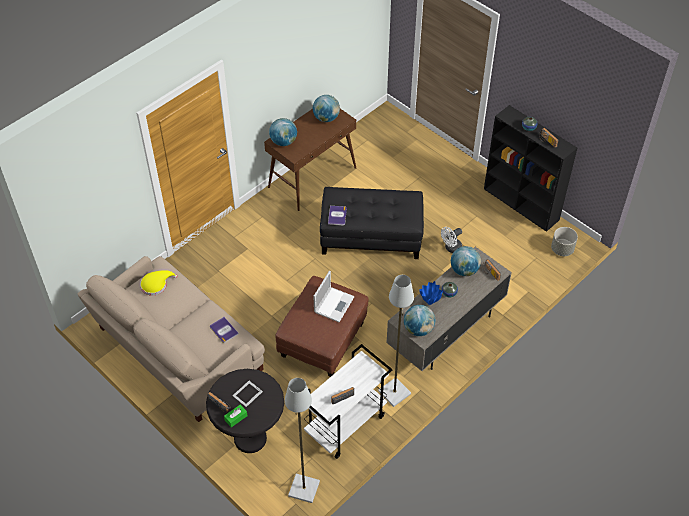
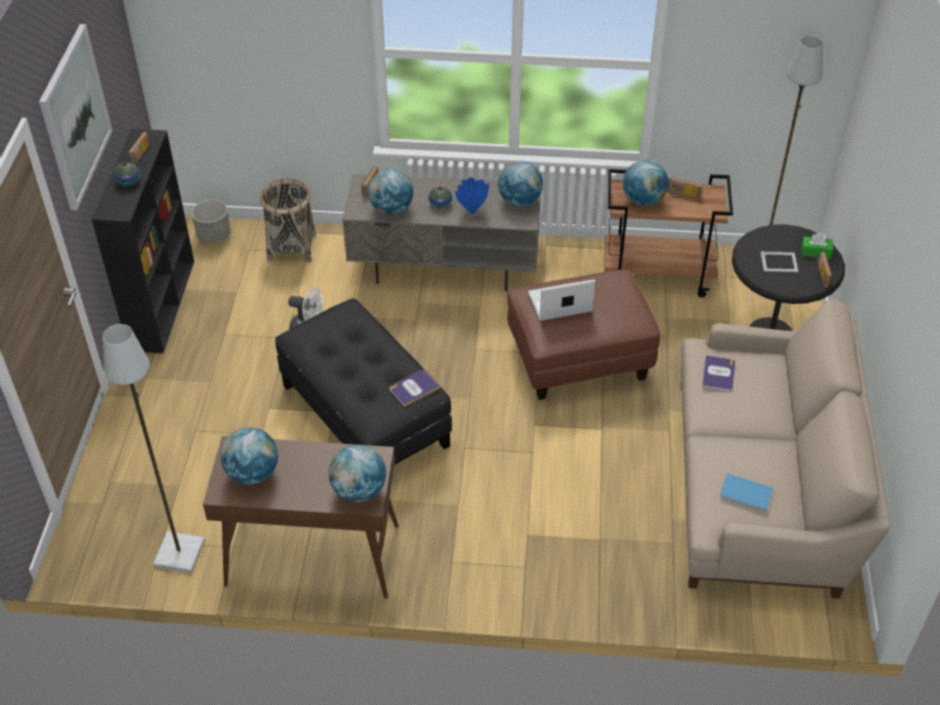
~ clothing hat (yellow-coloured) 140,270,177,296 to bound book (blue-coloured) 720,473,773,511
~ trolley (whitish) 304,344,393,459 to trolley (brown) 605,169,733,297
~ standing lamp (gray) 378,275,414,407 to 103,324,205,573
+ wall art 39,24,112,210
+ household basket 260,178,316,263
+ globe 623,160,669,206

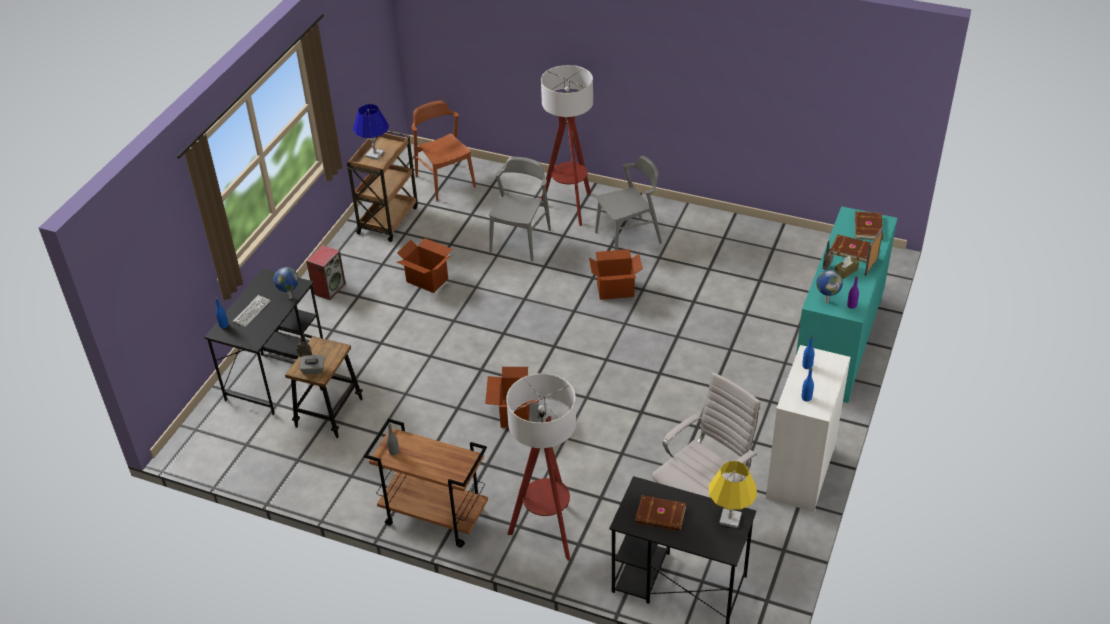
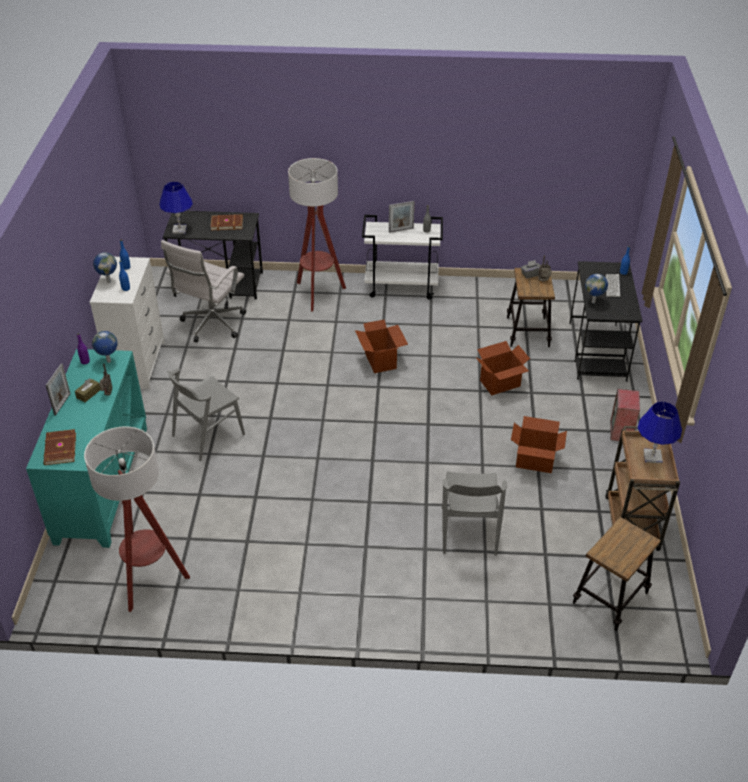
~ trolley (brown) 364,419,488,548 to trolley (whitish) 362,215,443,300
~ upright chair (brown) 411,100,476,202 to sitting stool 573,517,661,631
~ standing lamp 541,65,593,226 to 84,426,190,612
~ cardboard box 589,249,643,300 to 476,341,530,395
~ upright chair (gray) 595,155,662,250 to 167,368,245,461
~ table lamp (yellow-coloured) 709,461,757,528 to table lamp (blue-coloured) 159,182,193,234
- bound book (brown) 831,234,871,263
+ globe 93,252,117,283
+ picture frame 389,201,414,233

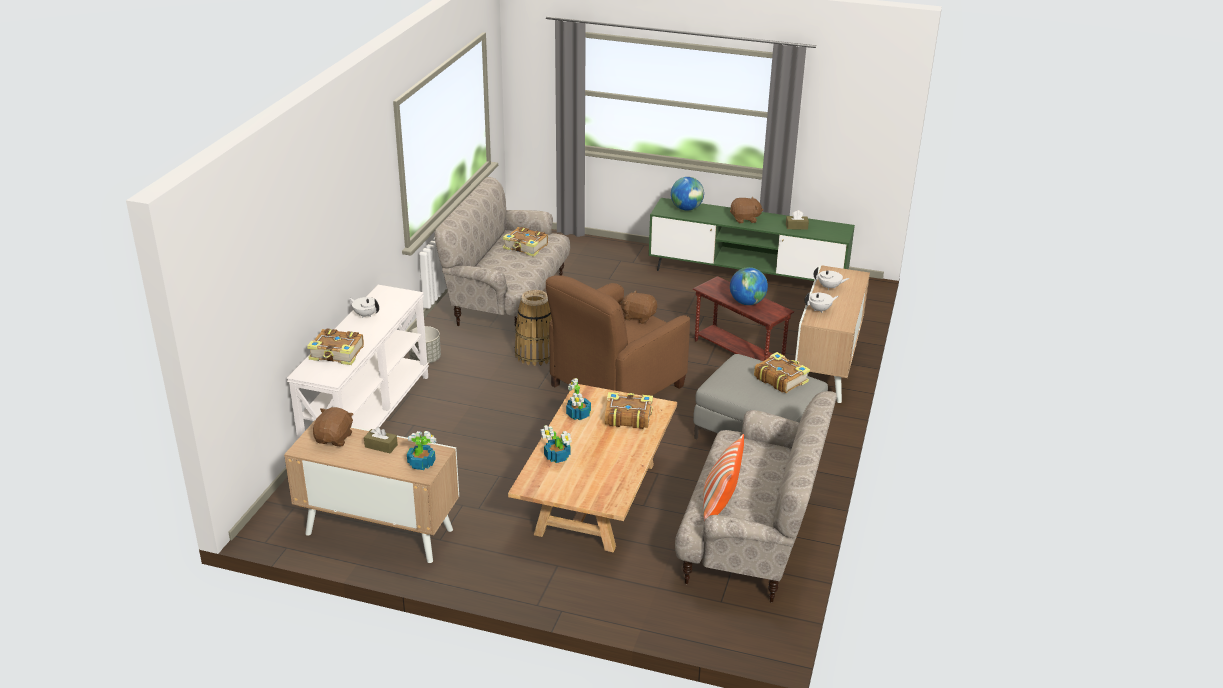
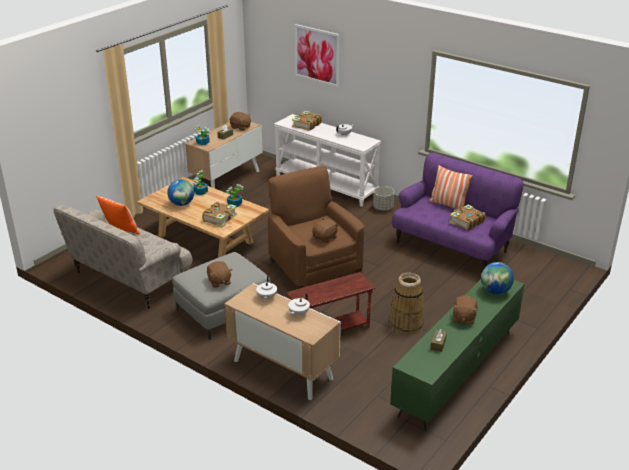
~ sofa (sand-coloured) 435,177,570,327 to sofa (purple) 392,153,524,271
~ household basket 514,290,552,366 to 389,273,424,334
~ globe 730,267,768,305 to 167,179,194,206
~ bound book 754,352,810,393 to cuddly toy (brown) 207,261,232,288
+ wall art 294,24,340,87
+ throw pillow 429,165,473,209

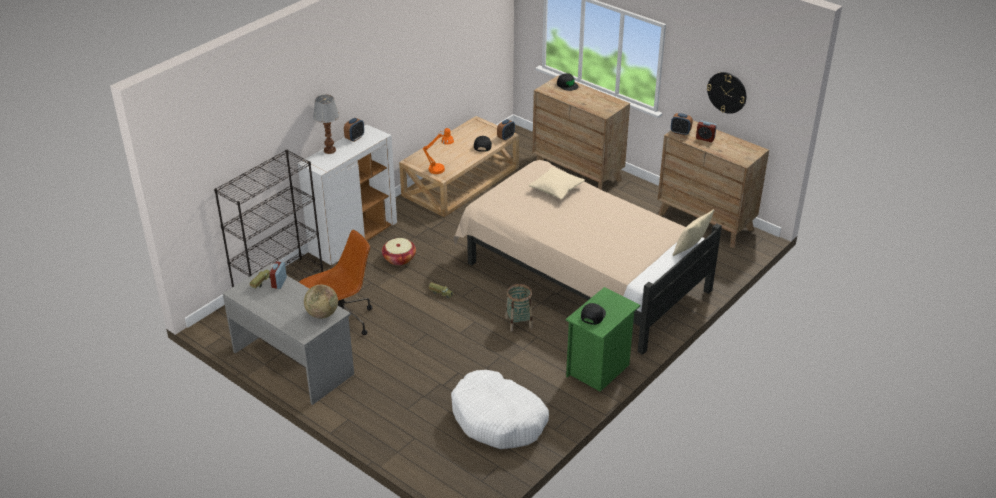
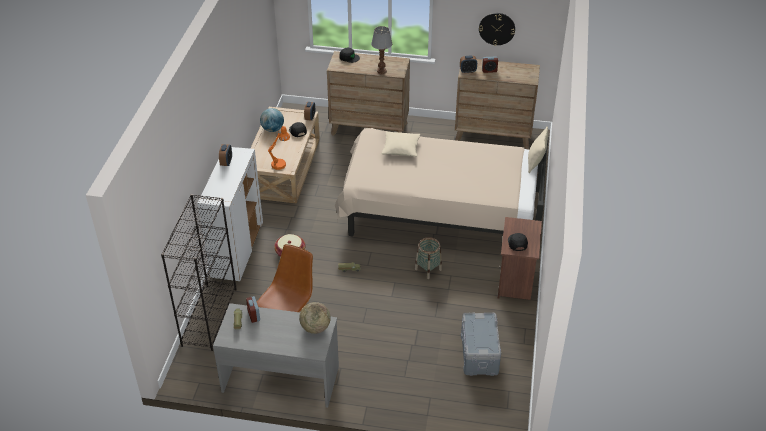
~ table lamp 313,94,340,154 to 371,26,392,74
~ dog bed (whitish) 451,370,549,449 to storage container (gray) 461,313,501,376
~ bedside table (greenish) 566,287,640,392 to bedside table (brown) 498,217,542,300
+ globe 260,108,284,132

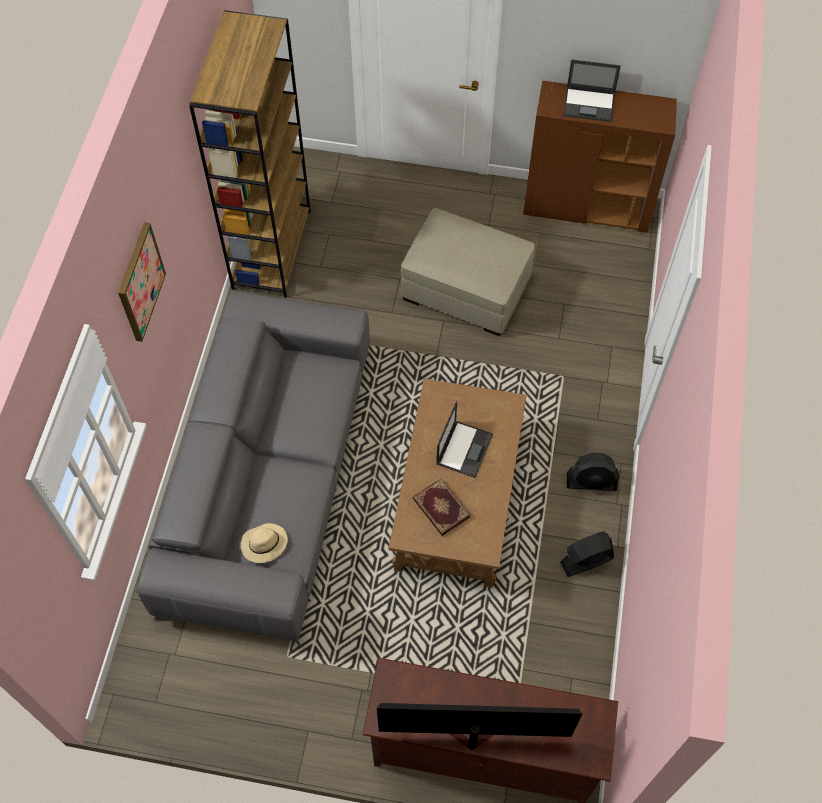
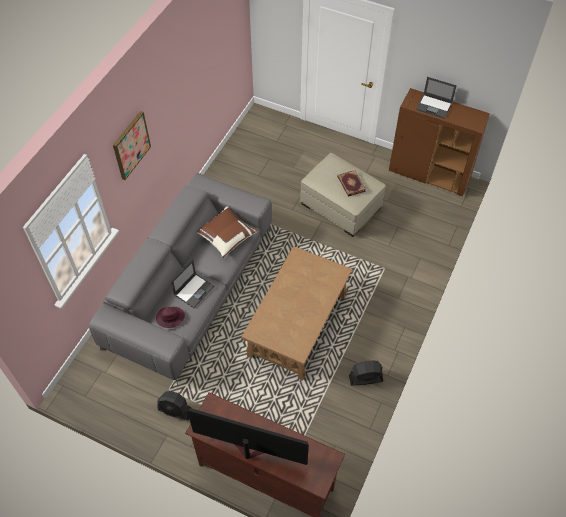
- bookcase (brown) 189,10,311,298
~ clothing hat (sand-coloured) 241,523,288,563 to clothing hat (purple) 156,307,185,328
~ bound book 413,478,470,536 to 337,170,366,197
~ portable computer 436,401,493,478 to 171,260,214,308
~ fan (black) 567,453,619,491 to 157,391,191,420
+ throw pillow (brown) 197,207,258,258

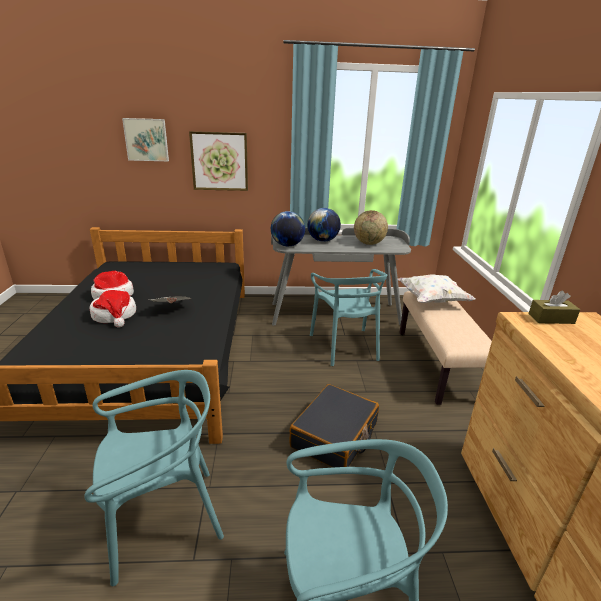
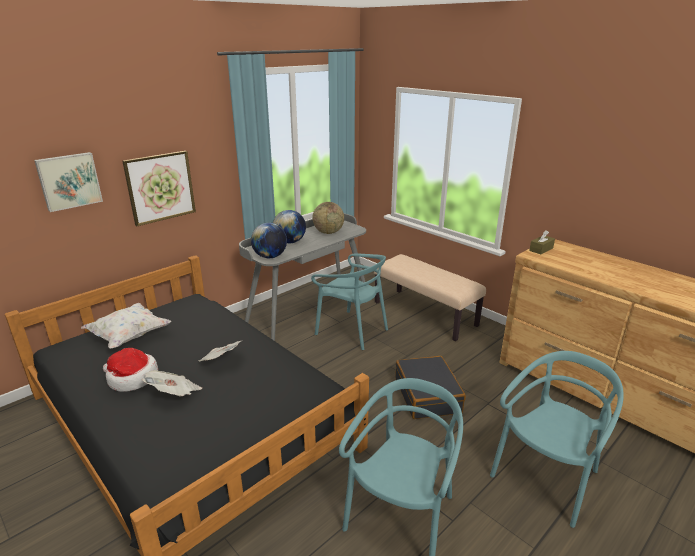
~ clothing hat 90,290,136,328 to printed paper 142,370,202,396
~ throw pillow (whitish) 397,274,475,303 to 81,303,171,348

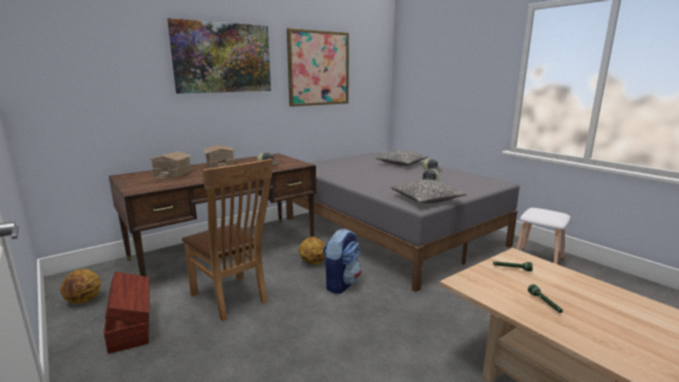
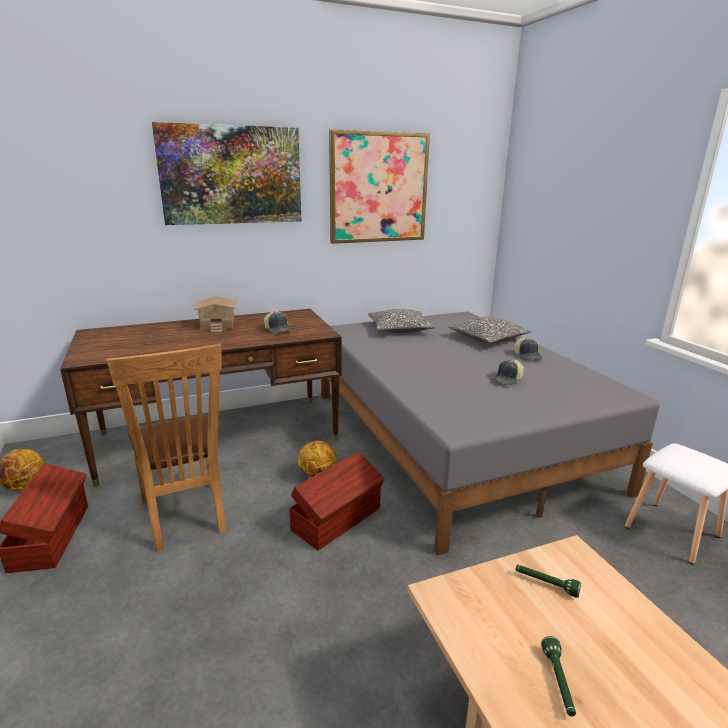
- toy house 149,151,192,180
~ knapsack 323,229,361,294 to storage container (brown) 289,451,385,550
~ throw pillow 390,180,467,203 to 368,309,435,333

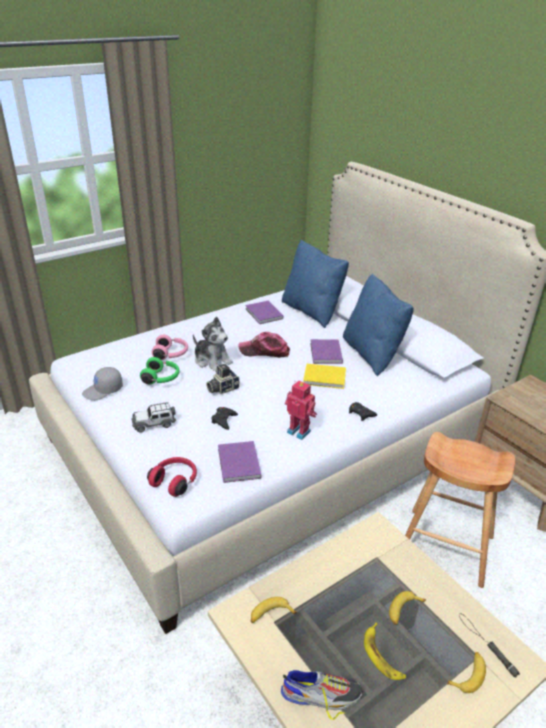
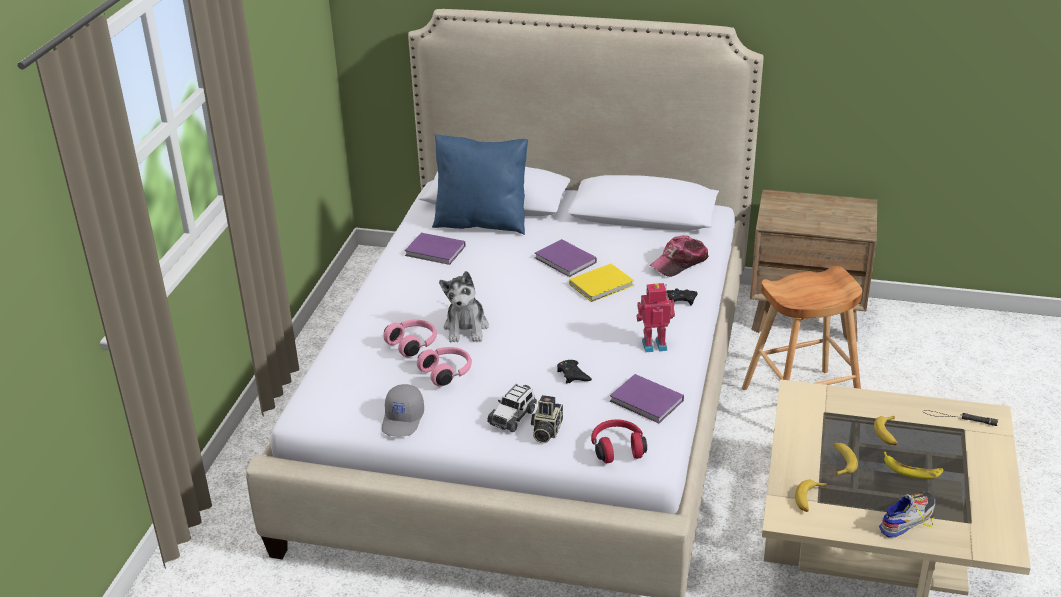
~ headphones (greenish) 140,357,180,384 to headphones (pink-coloured) 417,347,472,386
~ cuddly toy 193,316,233,372 = 439,271,489,342 90 degrees clockwise
~ photo camera 206,364,240,394 to 531,395,563,443
~ peaked cap 238,332,290,358 to 649,235,709,277
- throw pillow (blue-coloured) 343,274,414,376
~ banana fruit 447,652,486,693 to 834,443,858,475

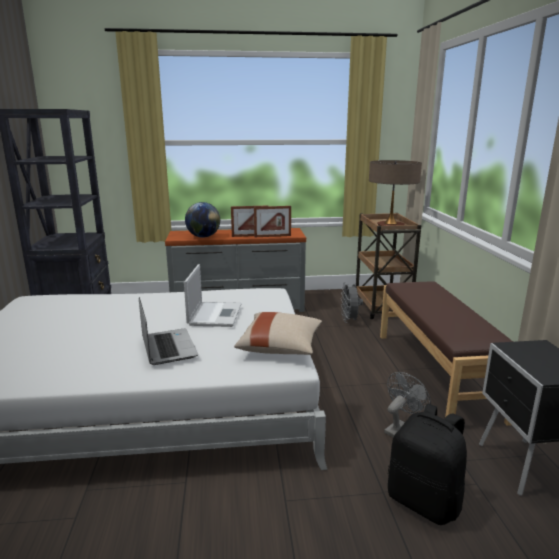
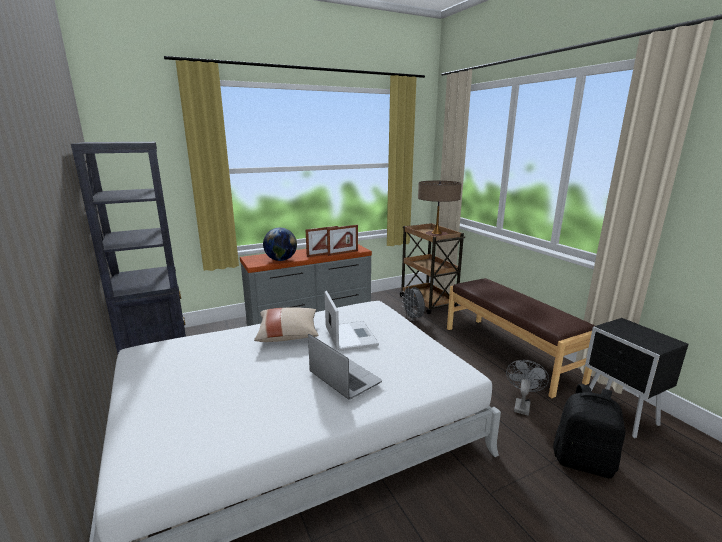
~ throw pillow (sand-coloured) 234,312,322,355 to 254,307,319,342

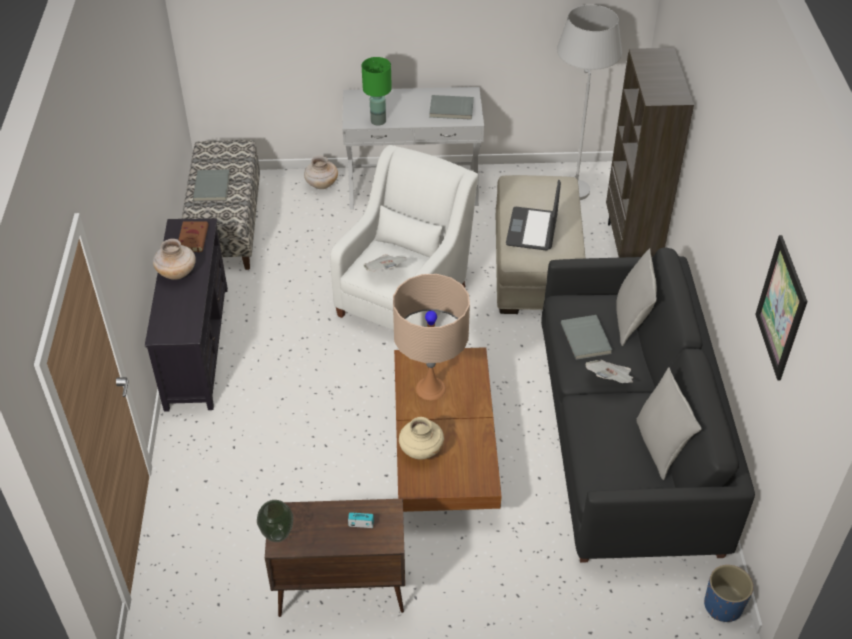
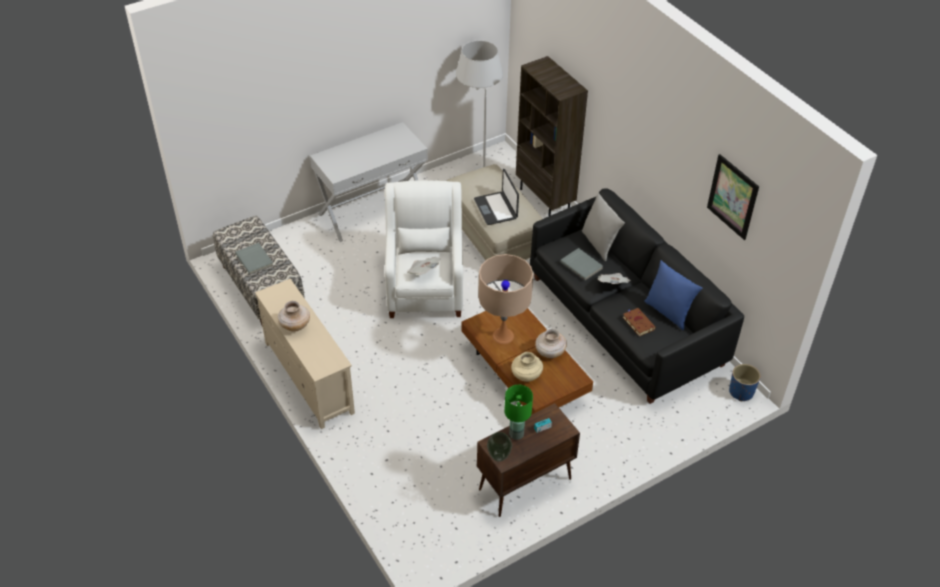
~ tv unit (black) 145,218,228,412 to tv unit (sand-coloured) 255,279,355,429
~ bound book (brown) 179,221,209,252 to 623,308,656,336
~ flower vase (sand-coloured) 304,156,338,189 to 535,329,567,358
~ table lamp (greenish) 362,57,392,126 to 504,385,533,440
- bound book (gray) 429,95,474,120
~ throw pillow (gray) 637,367,702,480 to throw pillow (blue-coloured) 644,260,702,330

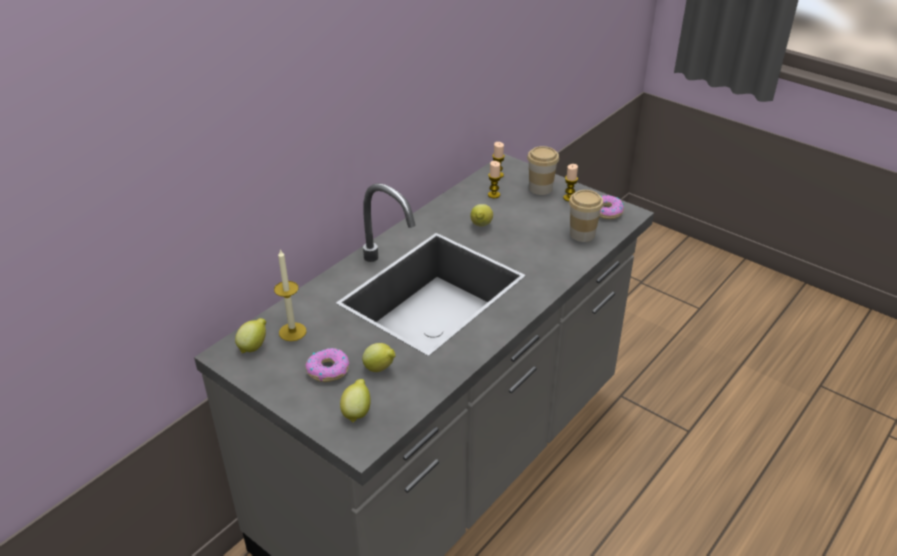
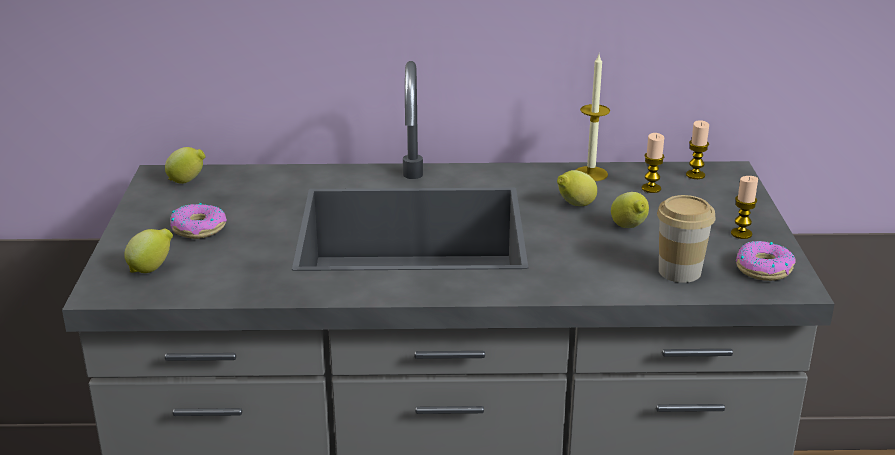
~ wax candle 274,249,306,341 to 576,54,610,181
~ lemon 362,343,396,372 to 611,192,649,228
- small cup 527,146,559,195

